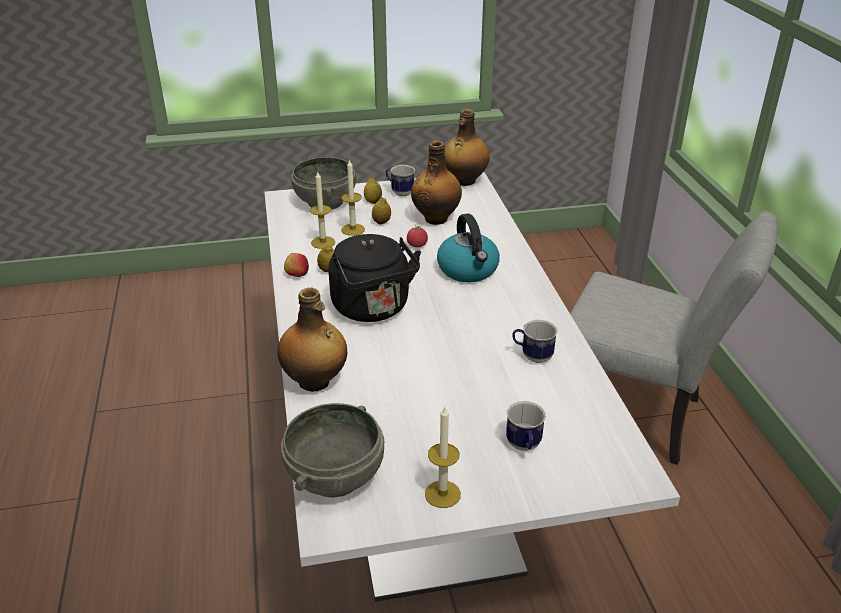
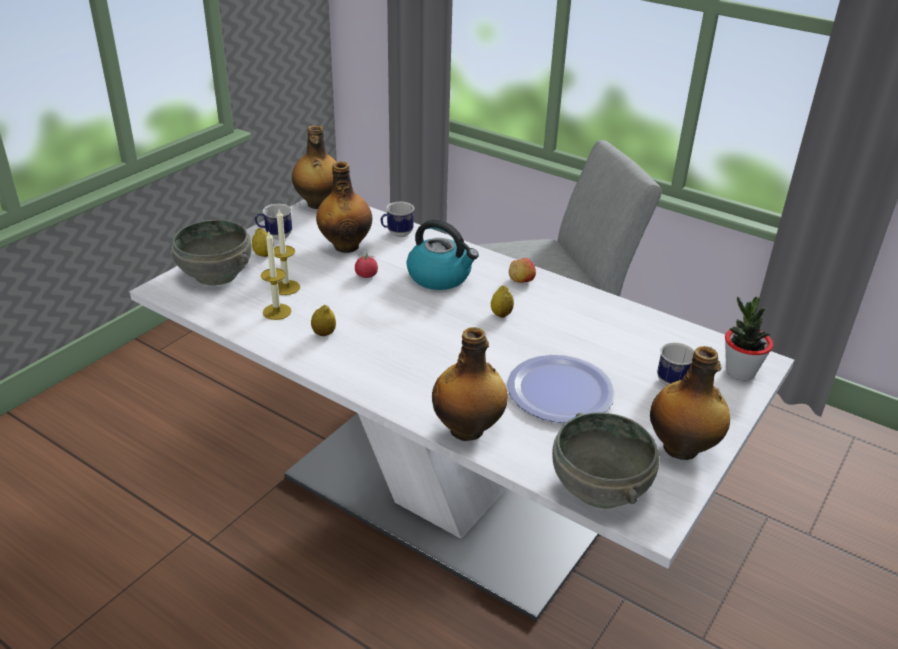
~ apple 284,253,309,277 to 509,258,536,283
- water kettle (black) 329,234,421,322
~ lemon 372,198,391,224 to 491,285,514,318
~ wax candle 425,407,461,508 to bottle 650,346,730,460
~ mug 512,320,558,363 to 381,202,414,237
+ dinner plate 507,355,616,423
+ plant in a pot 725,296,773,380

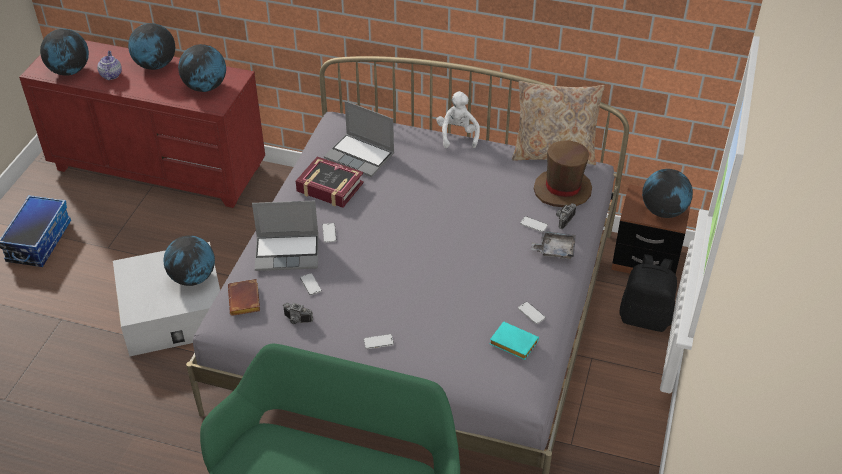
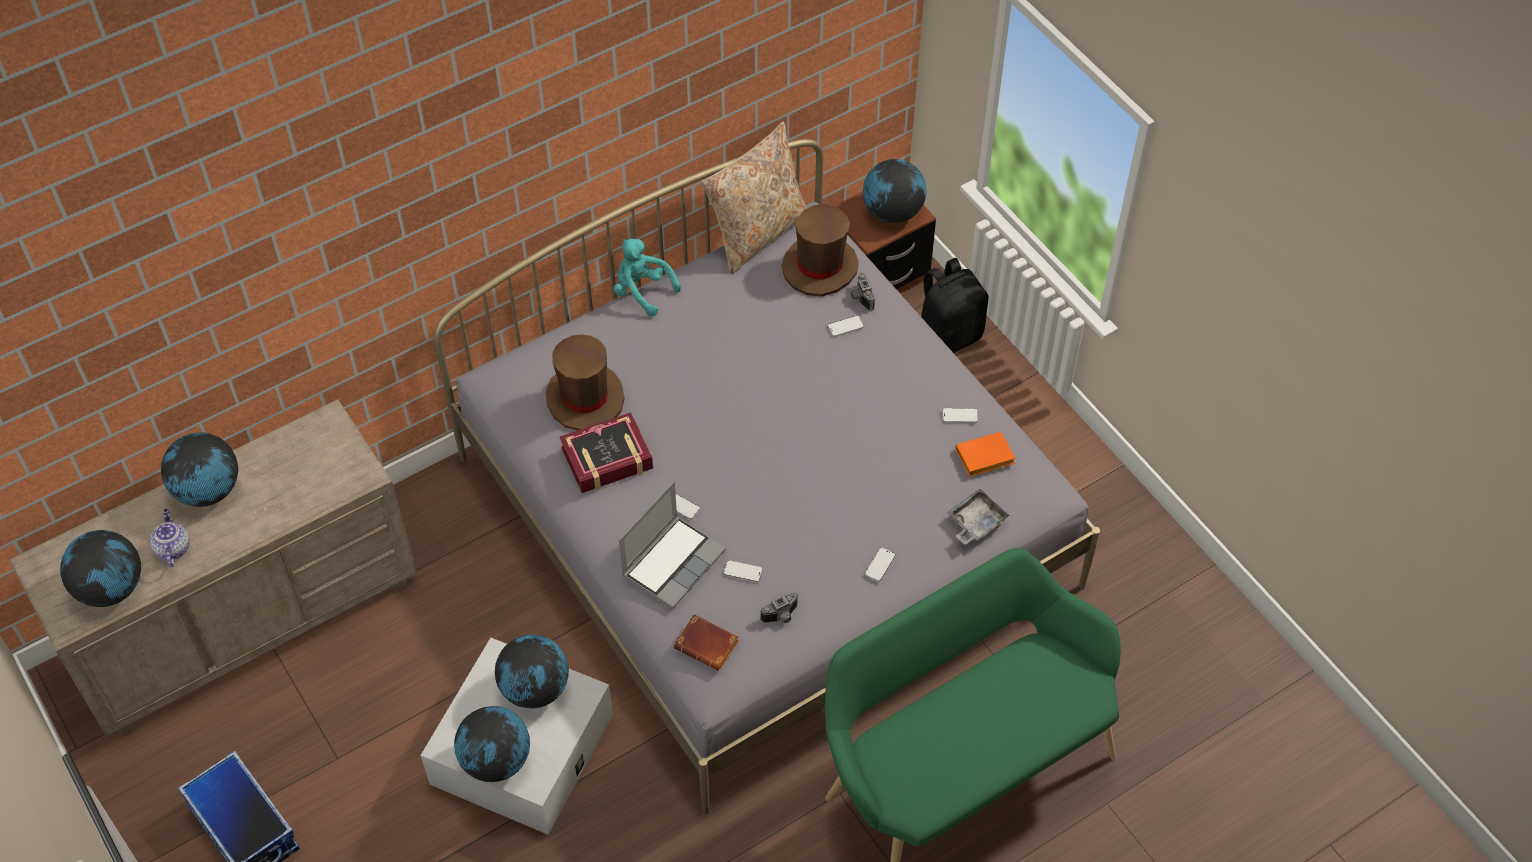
~ dresser (red-coloured) 19,40,265,208 to dresser (sand-coloured) 9,399,417,736
~ pot for tea 97,51,122,80 = 150,509,190,567 45 degrees clockwise
~ globe 178,44,226,92 to 454,706,530,782
~ portable computer 324,101,394,177 to clothing hat (brown) 546,335,625,431
~ cuddly toy (whitish) 436,91,480,148 to cuddly toy (blue-green) 613,239,681,316
~ bound book (blue-green) 490,322,539,360 to bound book (orange) 955,432,1016,477
~ tray (gray) 531,231,576,259 to 947,489,1010,545

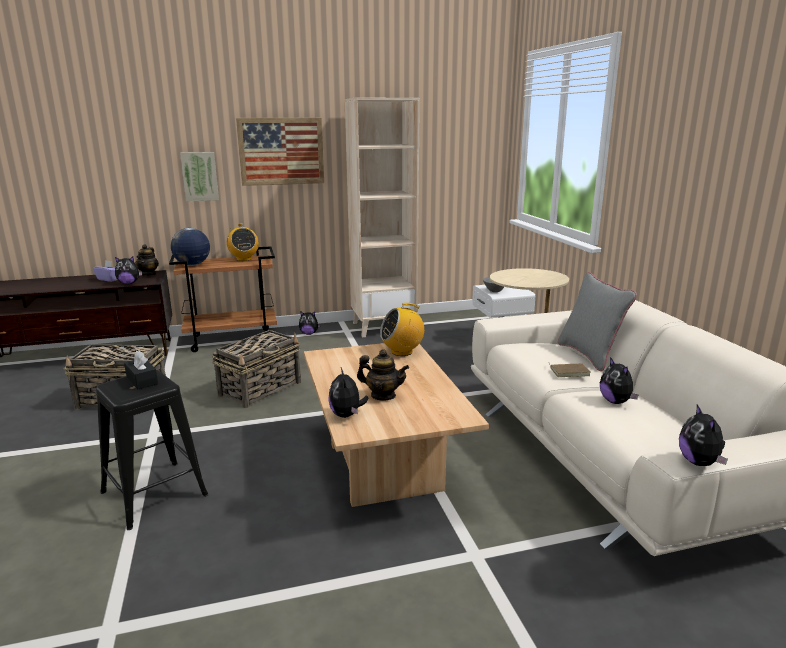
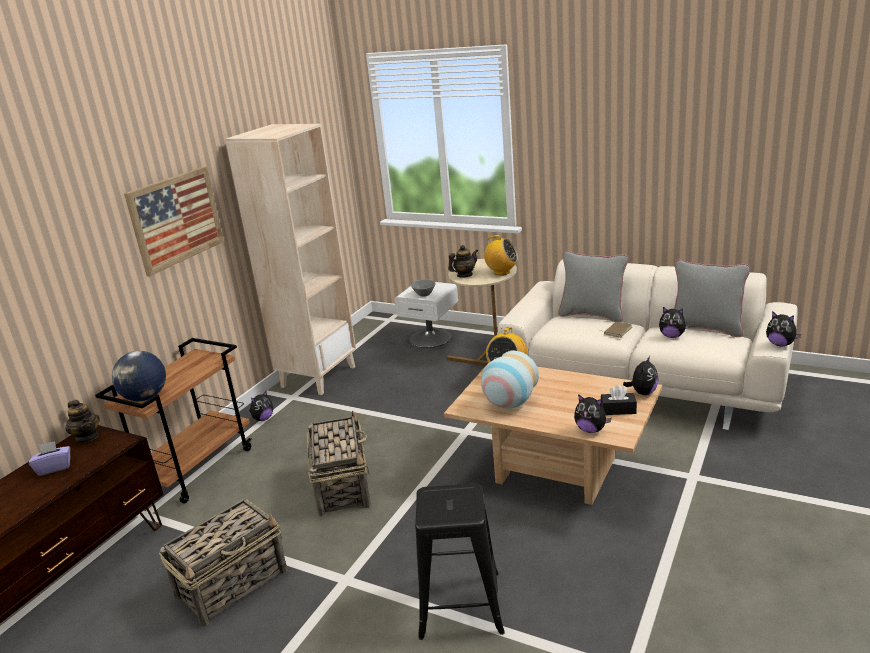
~ cuddly toy 115,256,142,284 to 623,356,658,395
~ tissue holder (black) 124,351,158,389 to 601,385,637,415
- wall art 180,152,219,202
~ radio receiver 227,223,259,261 to 482,235,518,275
~ pot for tea 357,349,409,400 to 448,245,478,278
+ flower vase 481,350,539,409
+ throw pillow (gray) 674,259,750,337

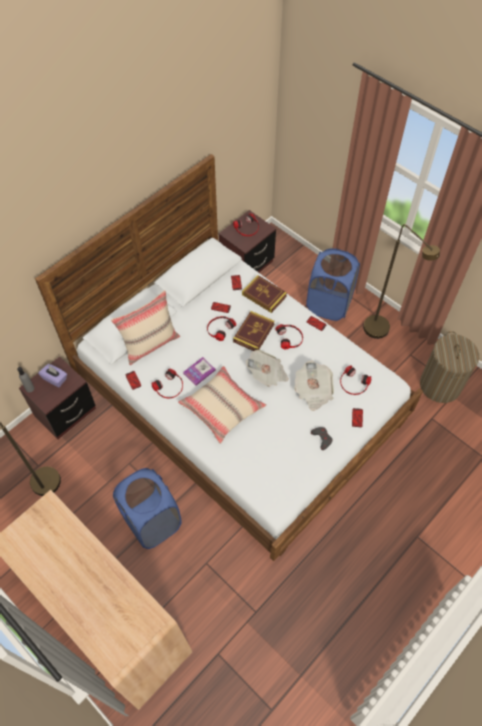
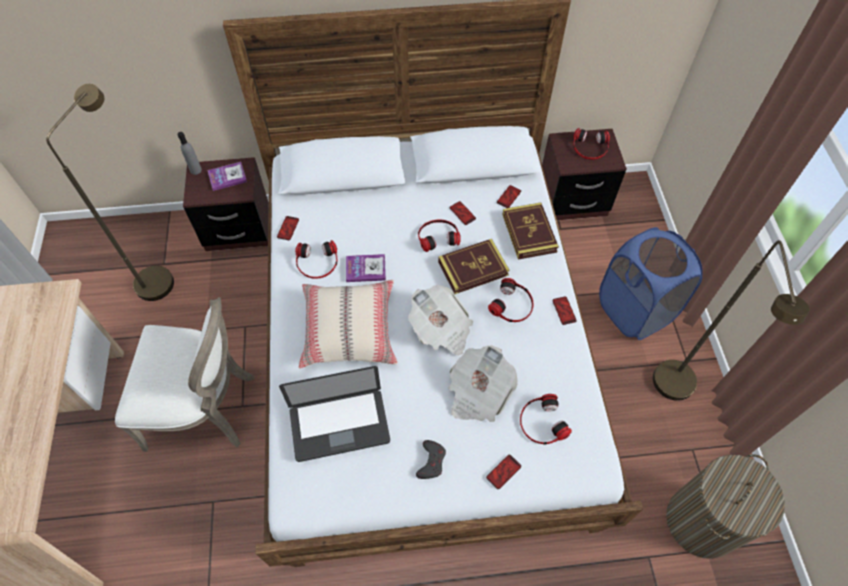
~ tissue holder (purple) 38,364,67,387 to bound book 207,162,247,191
- throw pillow (sand-coloured) 111,290,180,365
~ laundry basket (blue-coloured) 113,468,182,549 to upright chair (whitish) 115,297,255,452
+ portable computer 279,366,390,462

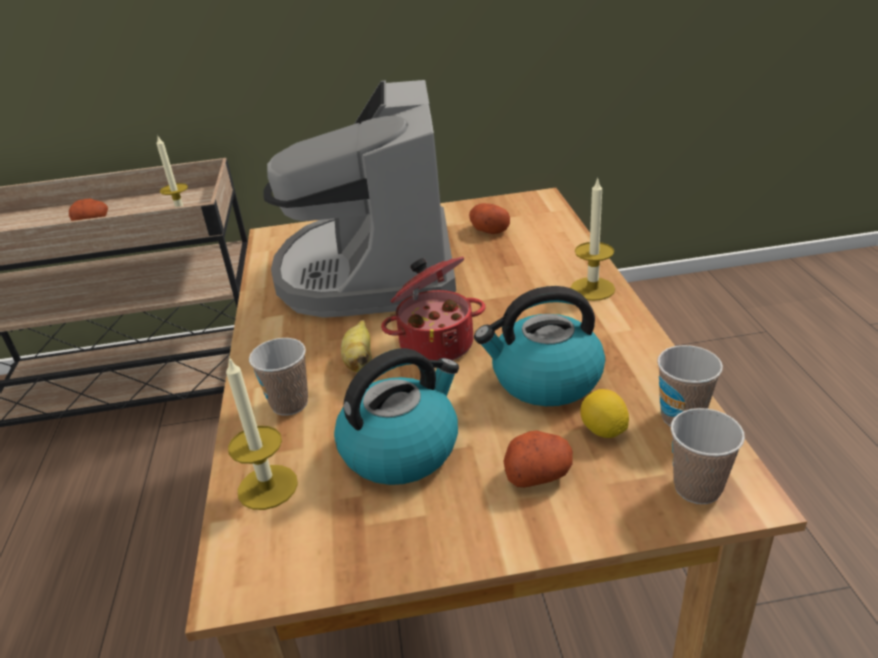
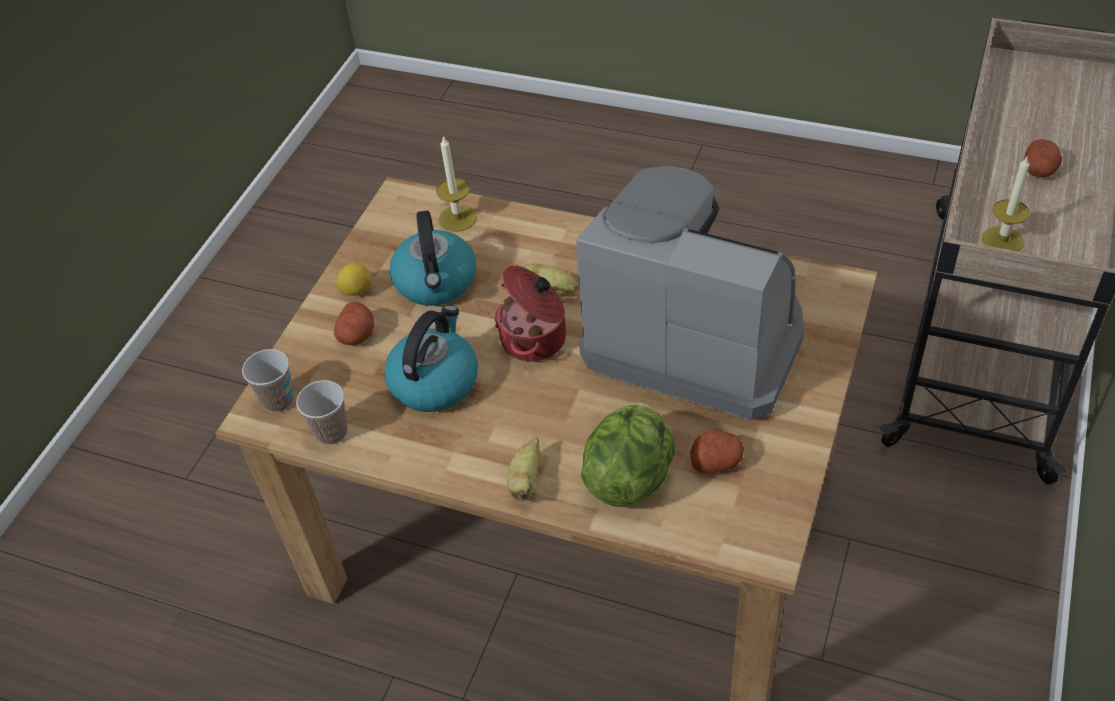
- small cup 249,338,308,416
~ wax candle 571,177,615,301 to banana fruit 507,437,541,501
~ lemon 580,389,629,438 to 337,263,371,296
+ lettuce head 581,402,676,507

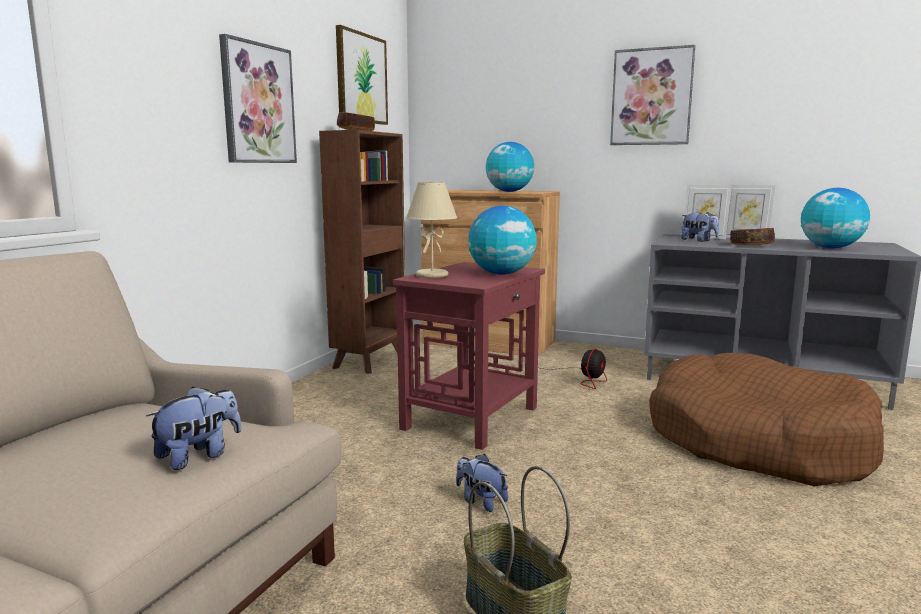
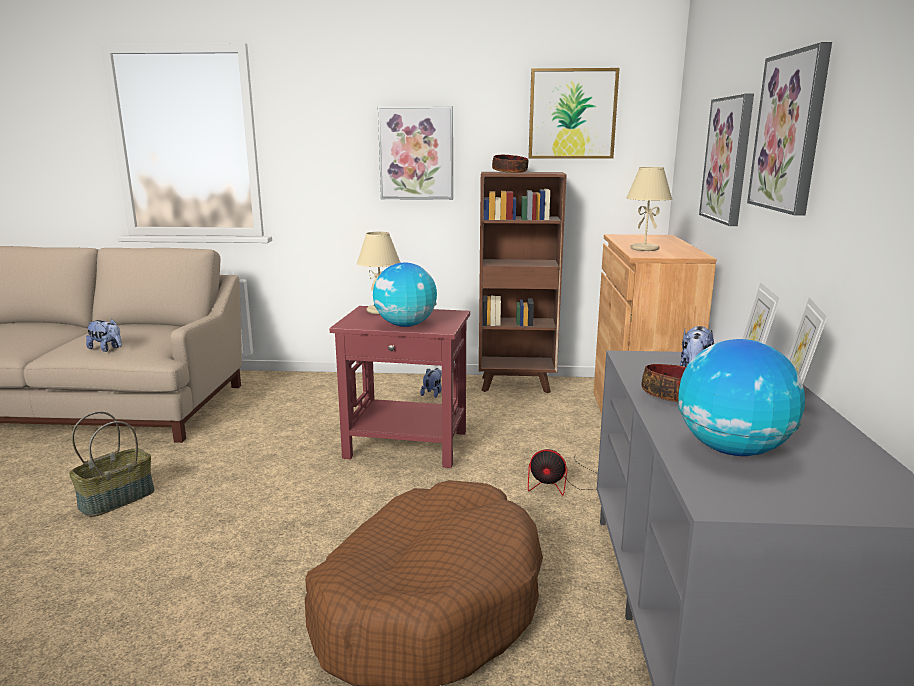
~ cuddly toy 456,454,508,512 to 420,368,442,398
~ globe 486,142,534,192 to table lamp (sand-coloured) 626,167,672,251
+ wall art 699,93,754,226

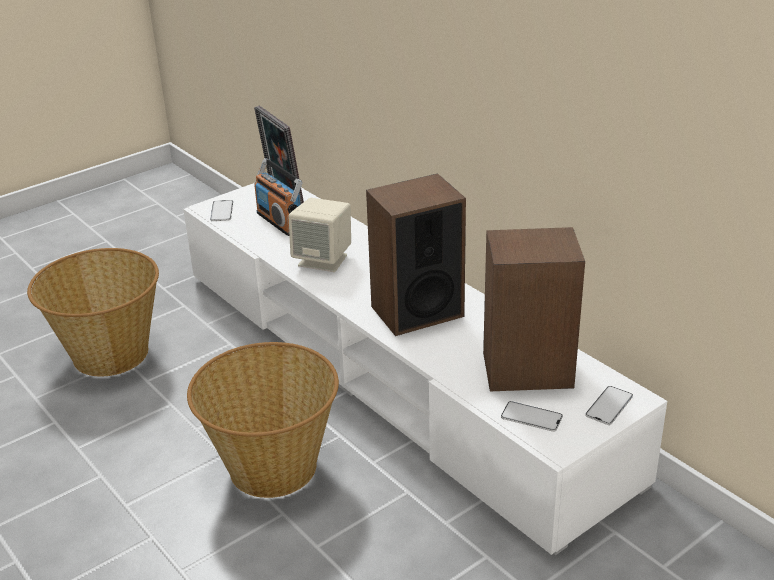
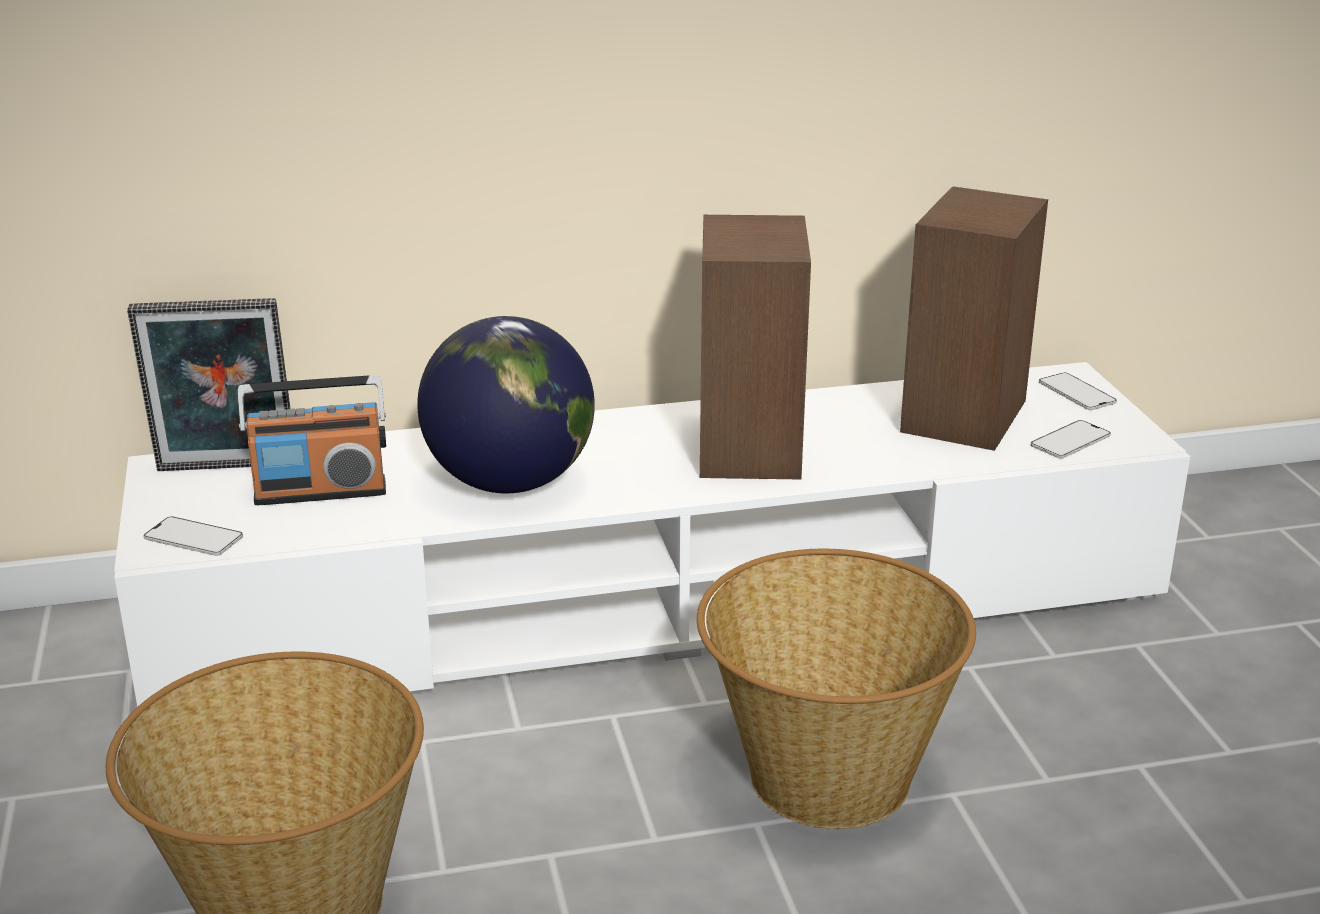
~ audio speaker (sand-coloured) 288,198,351,272 to globe 417,316,595,493

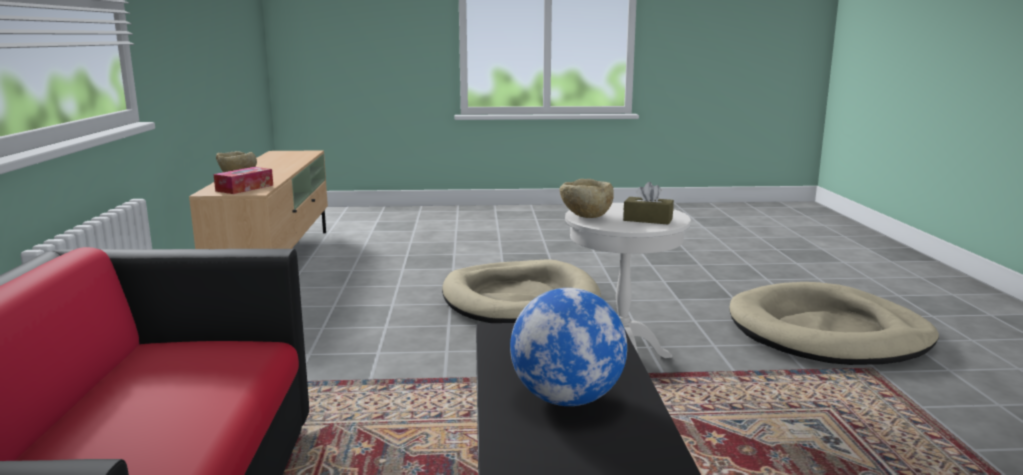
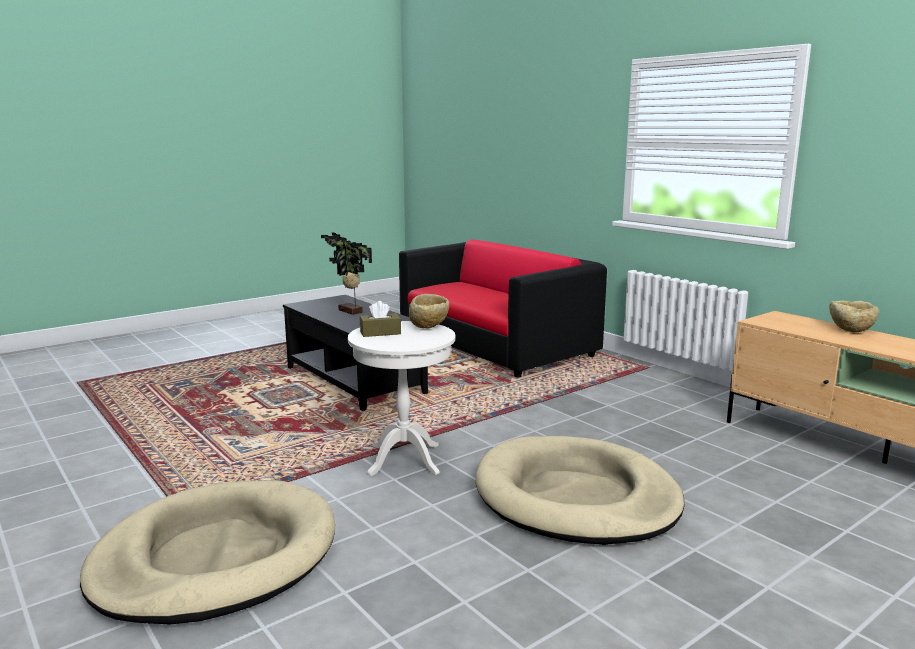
- tissue holder 214,167,273,194
~ globe 510,288,627,406 to plant in a pot 321,232,372,315

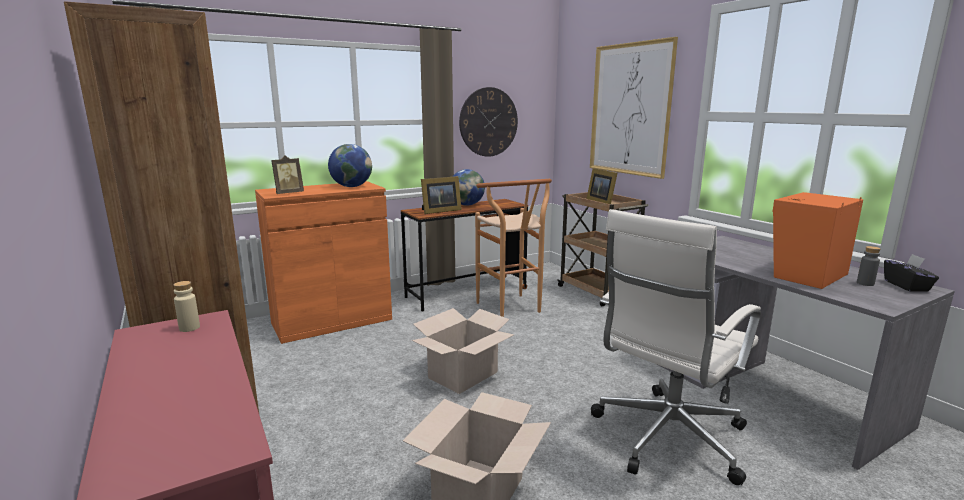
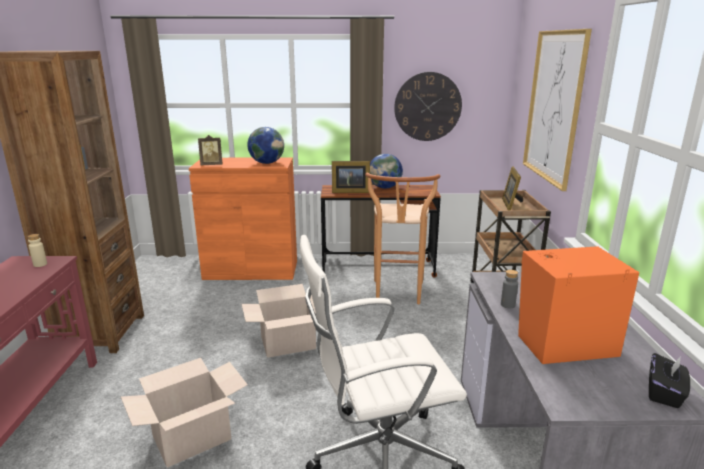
~ bottle (gray) 857,246,880,286 to 501,270,518,308

